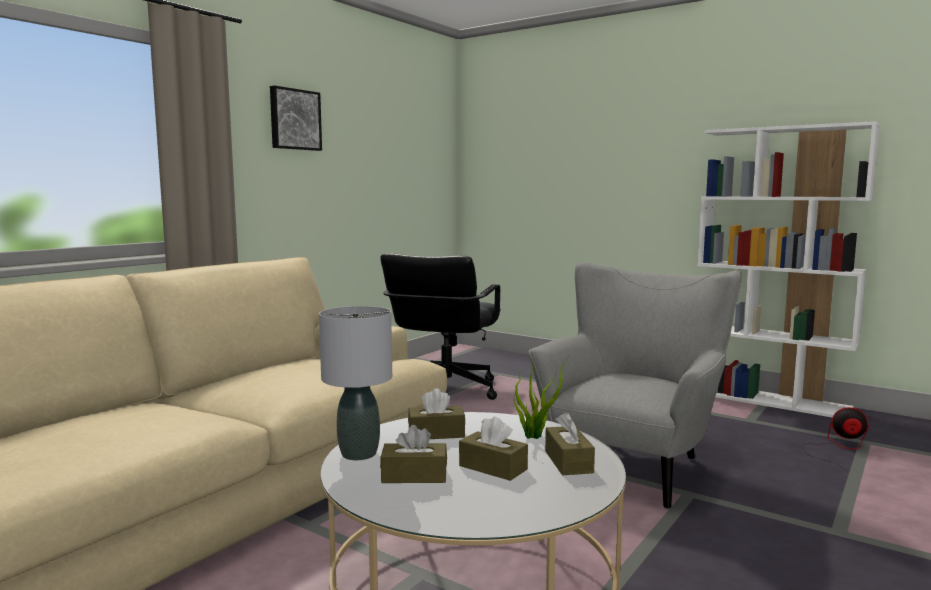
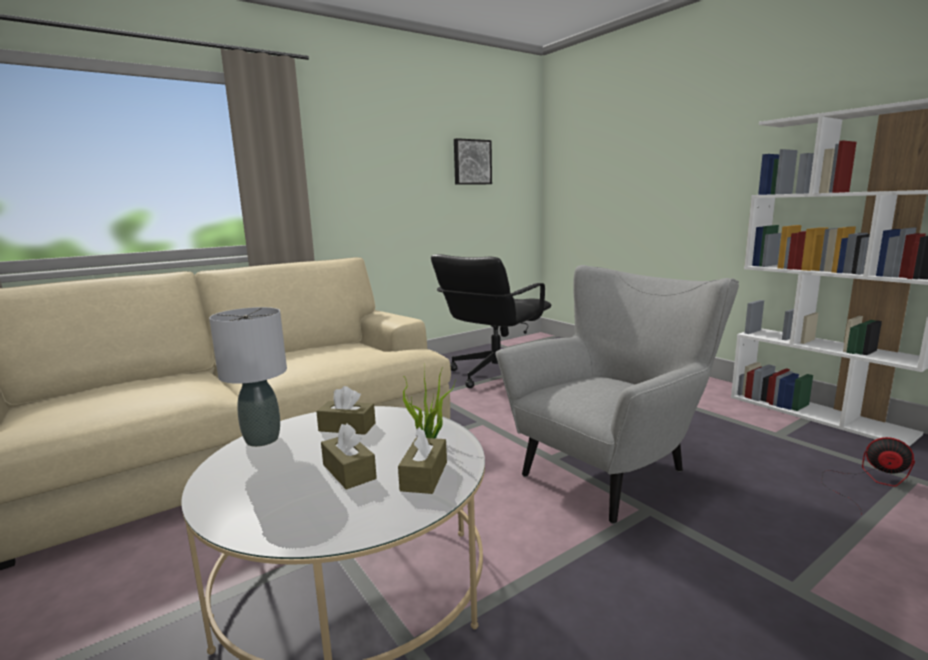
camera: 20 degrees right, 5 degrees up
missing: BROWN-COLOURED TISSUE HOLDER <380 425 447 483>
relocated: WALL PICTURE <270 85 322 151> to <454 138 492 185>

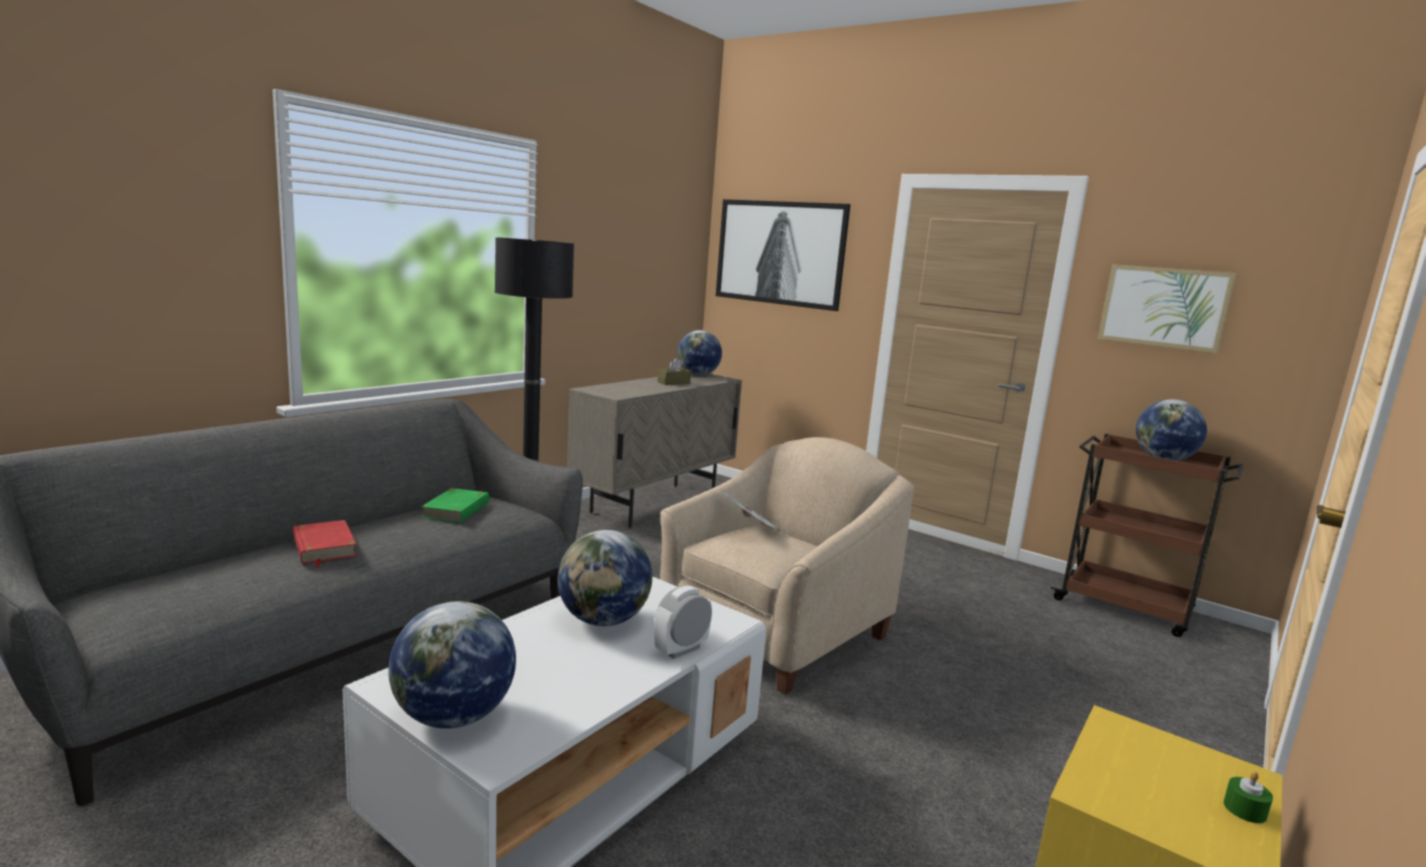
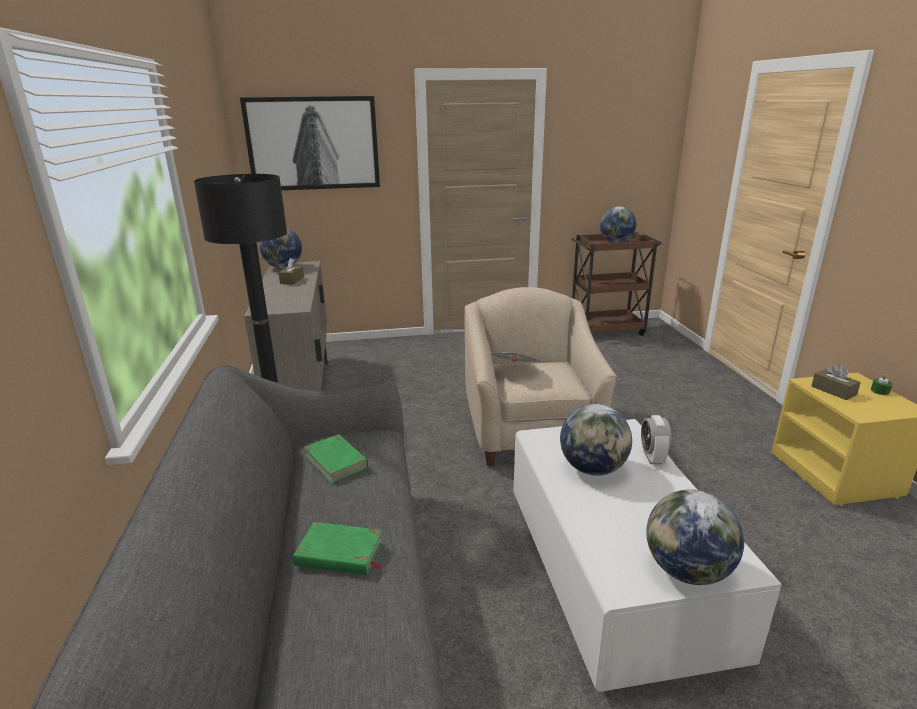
camera: 45 degrees left, 10 degrees up
missing: WALL PICTURE <1098 264 1236 353>
appeared: BROWN-COLOURED TISSUE HOLDER <811 364 861 400>
colour: RED VOLUME <293 520 357 568> to GREENISH VOLUME <293 522 386 575>

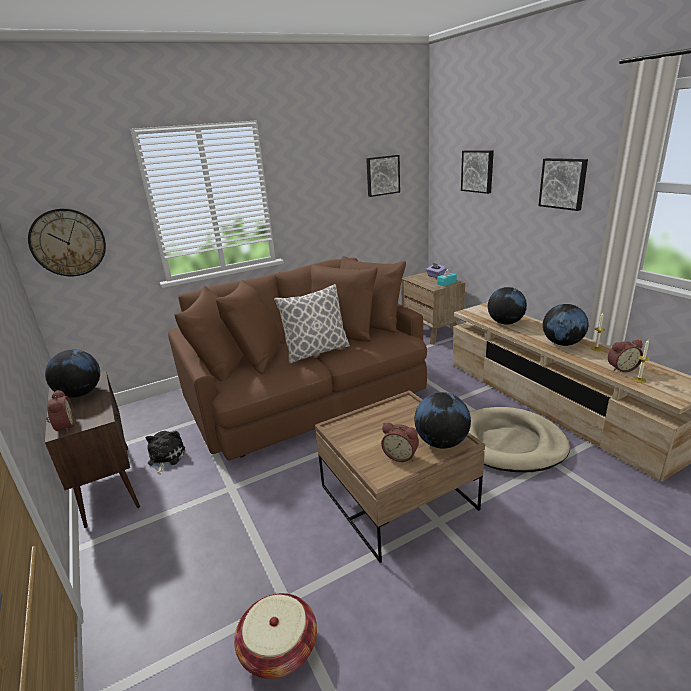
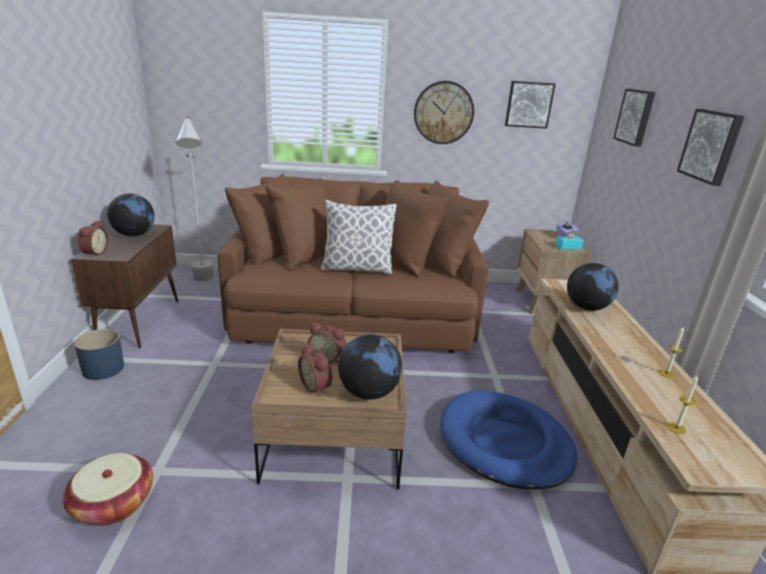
camera: 25 degrees right, 0 degrees up
missing: GLOBE <543 304 589 346>; SOFT TOY <146 431 185 475>
appeared: GREY STANDING LAMP <175 116 214 281>; BLUE PLANT POT <74 329 124 380>
relocated: CLOCK ON THE WALL <28 208 106 276> to <414 81 474 144>; BEDSIDE CLOCK <608 340 643 372> to <308 323 346 363>
colour: SAND-COLOURED DOG BED <469 407 570 472> to BLUE DOG BED <440 390 577 490>

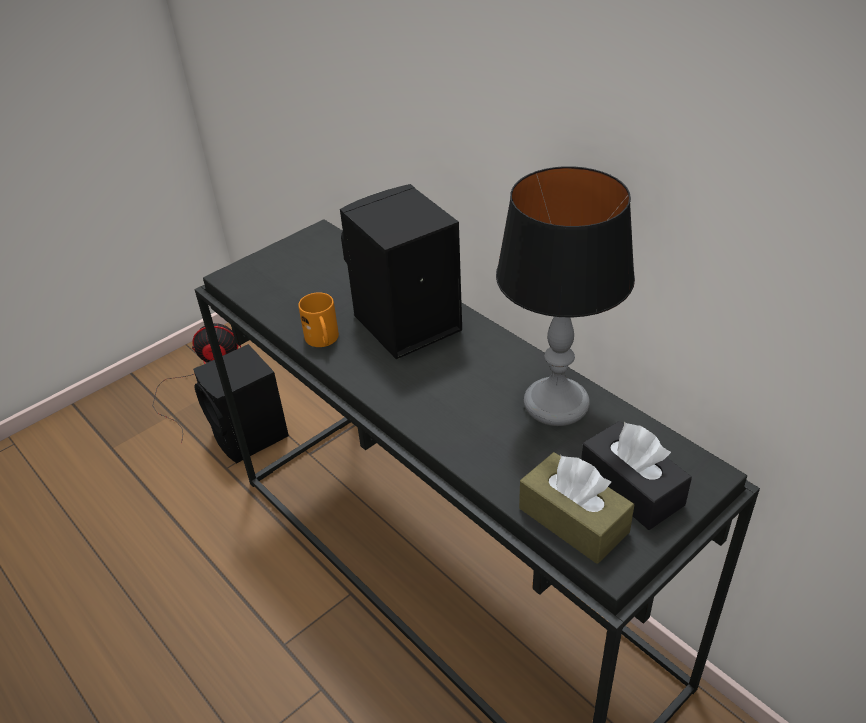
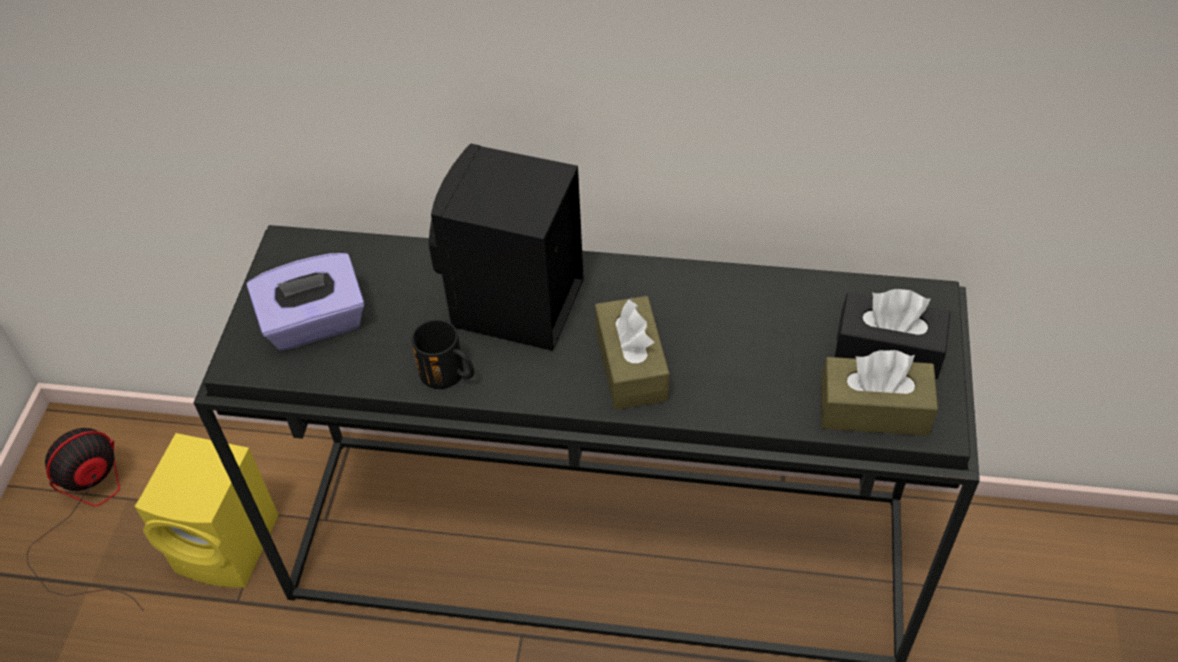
camera: 40 degrees left, 10 degrees up
missing: TABLE LAMP <496 166 635 426>
appeared: PURPLE-COLOURED TISSUE HOLDER <246 253 365 351>; BROWN-COLOURED TISSUE HOLDER <595 296 670 410>
colour: ORANGE COFFEE MUG <298 292 339 347> to BLACK COFFEE MUG <412 319 474 389>; BLACK SPEAKER <193 344 289 463> to YELLOW SPEAKER <135 433 279 588>

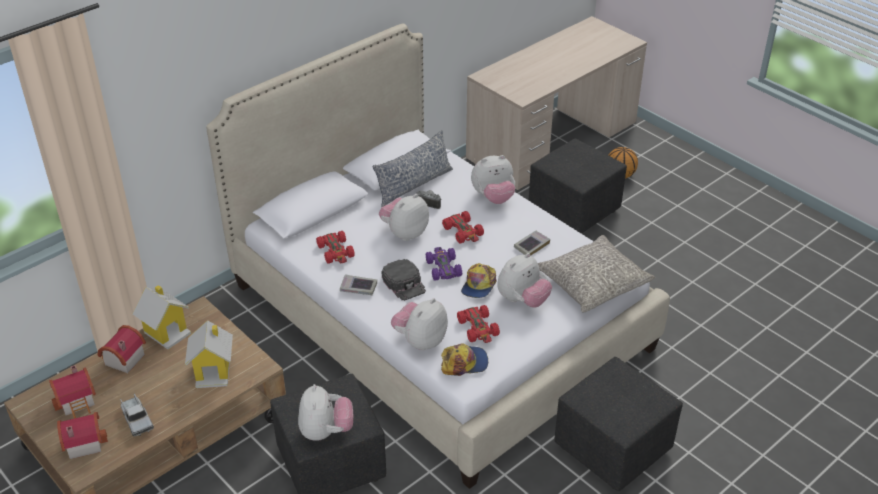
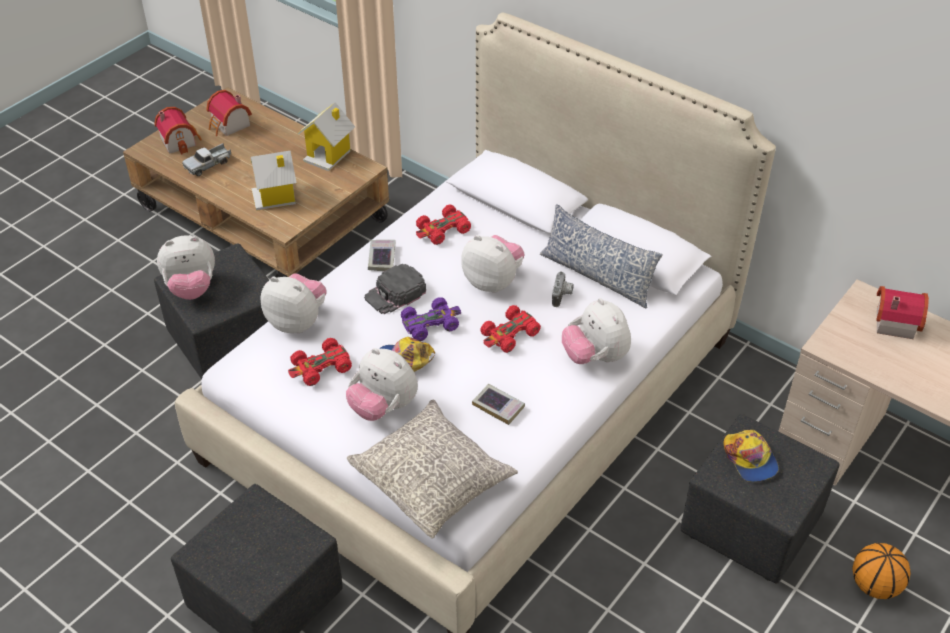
camera: 80 degrees right, 5 degrees up
relocated: TOY HOUSE <97 325 146 373> to <877 286 929 339>; BASEBALL CAP <441 344 488 376> to <723 430 779 482>

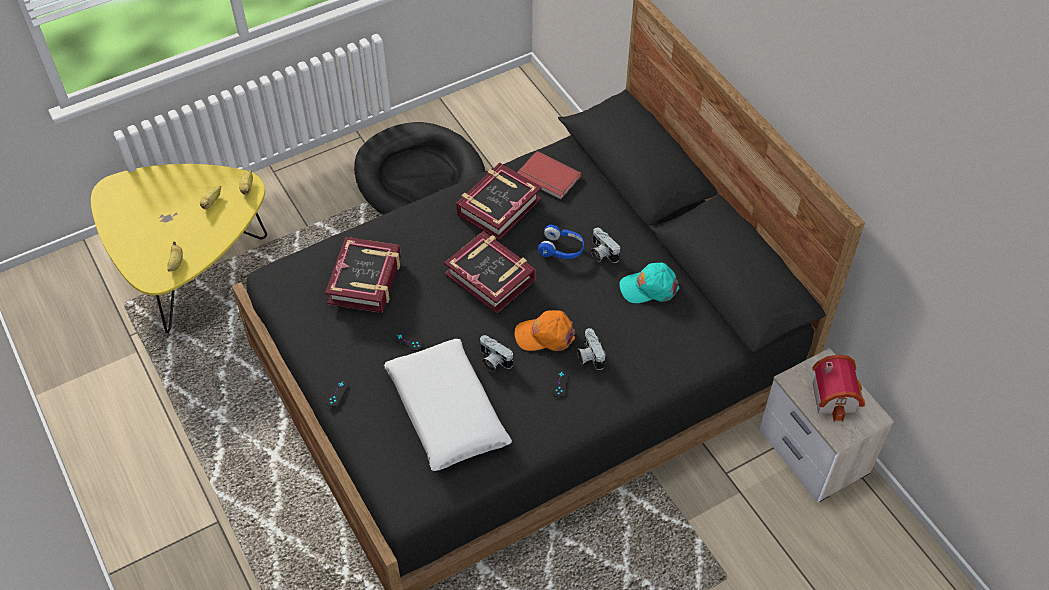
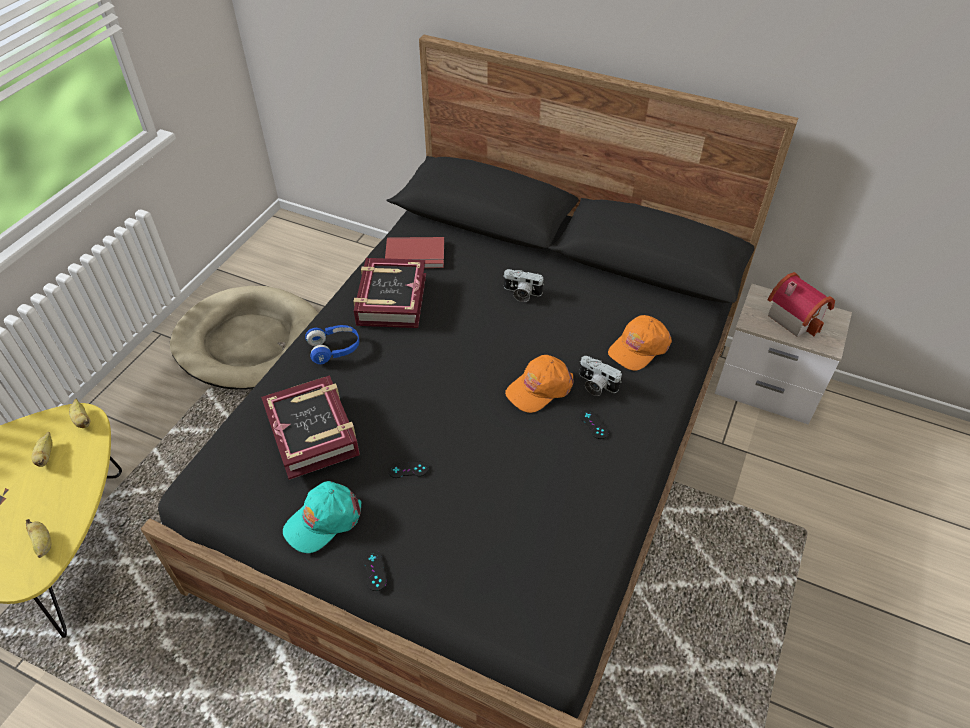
camera: 35 degrees left, 5 degrees down
missing: VOLUME <444 231 535 314>; STILL CAMERA <480 335 513 372>; WHITE-COLOURED PILLOW <384 339 512 471>
appeared: ORANGE BASEBALL CAP <608 315 672 371>
relocated: BLUE HEADSET <538 225 584 259> to <305 325 359 364>; TURQUOISE BASEBALL CAP <619 263 679 303> to <283 481 361 553>
colour: BLACK DOG BED <354 122 486 215> to SAND-COLOURED DOG BED <170 286 318 390>

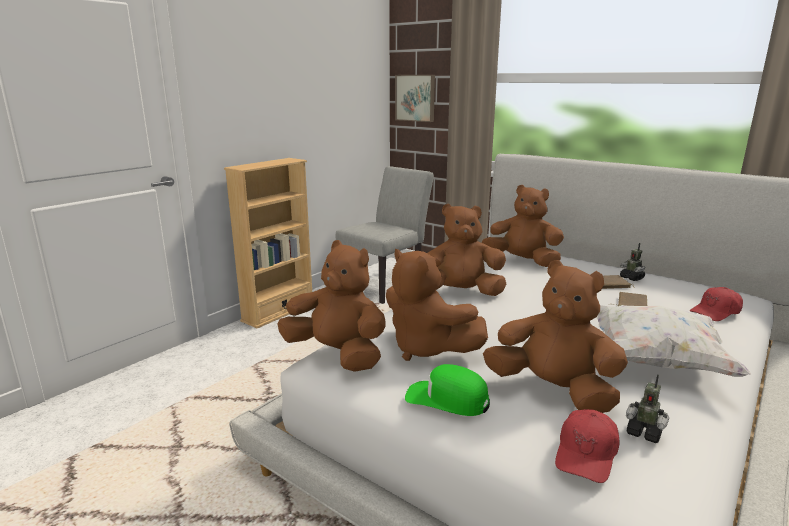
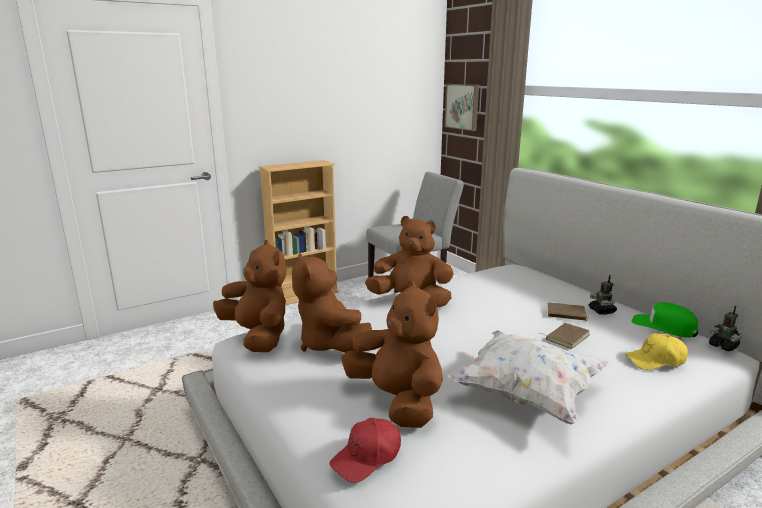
camera: 20 degrees right, 0 degrees up
missing: BROWN-COLOURED SOFT TOY <481 185 564 267>
relocated: GREENISH BASEBALL CAP <405 364 490 416> to <632 302 698 338>; TOY ROBOT <626 374 669 443> to <709 306 742 351>
colour: RED BASEBALL CAP <690 287 743 321> to YELLOW BASEBALL CAP <625 333 688 370>

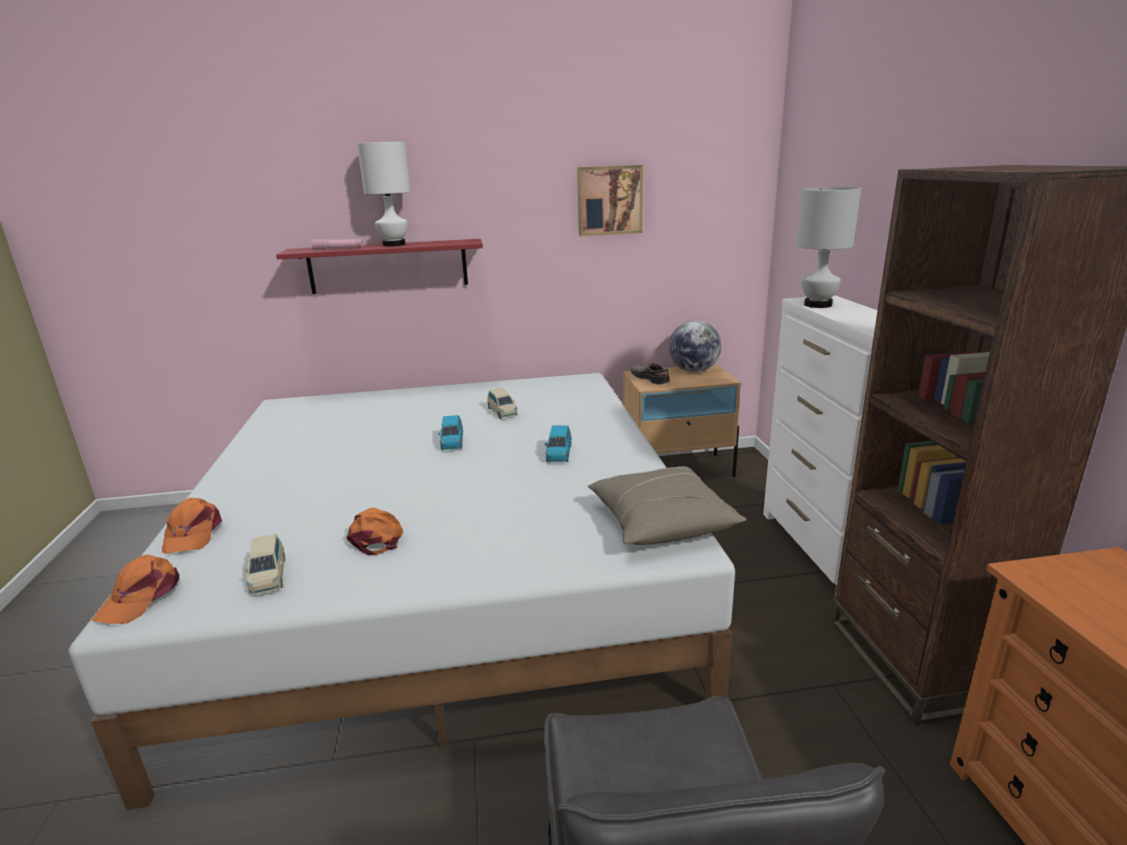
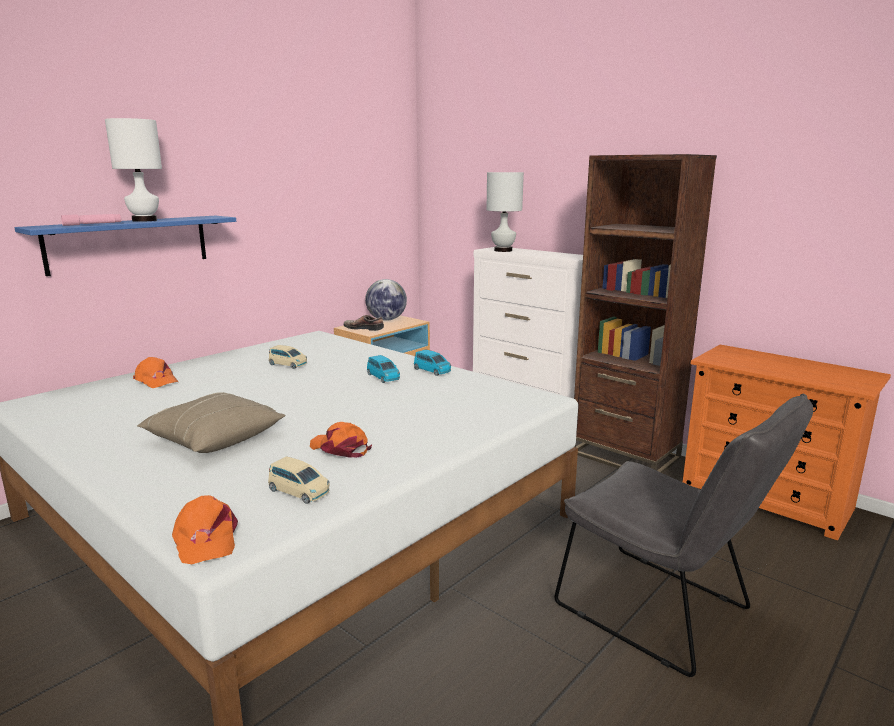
camera: 40 degrees left, 5 degrees down
missing: WALL PICTURE <577 165 643 236>
relocated: BLUE TOY CAR <438 415 463 450> to <414 350 451 376>; SAND-COLOURED PILLOW <588 466 747 545> to <137 392 285 453>; ORANGE BASEBALL CAP <162 498 222 554> to <133 357 178 388>
colour: RED WALL SHELF <276 239 483 294> to BLUE WALL SHELF <15 216 236 276>

